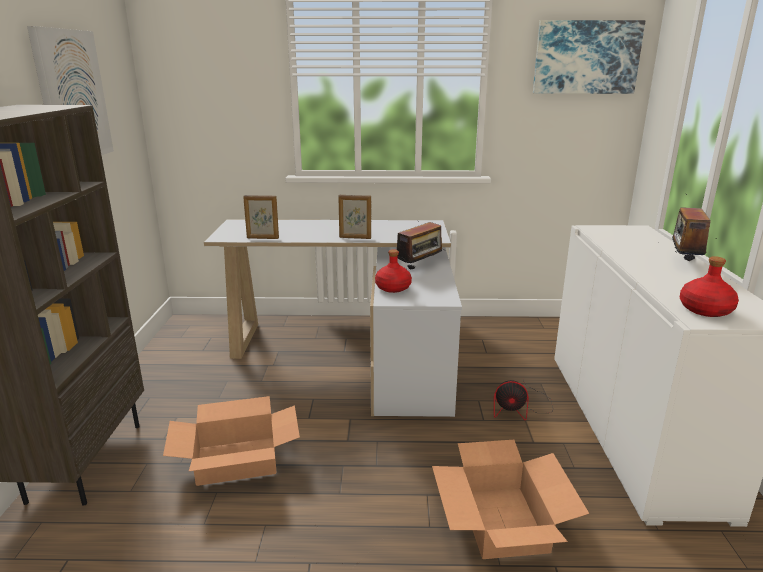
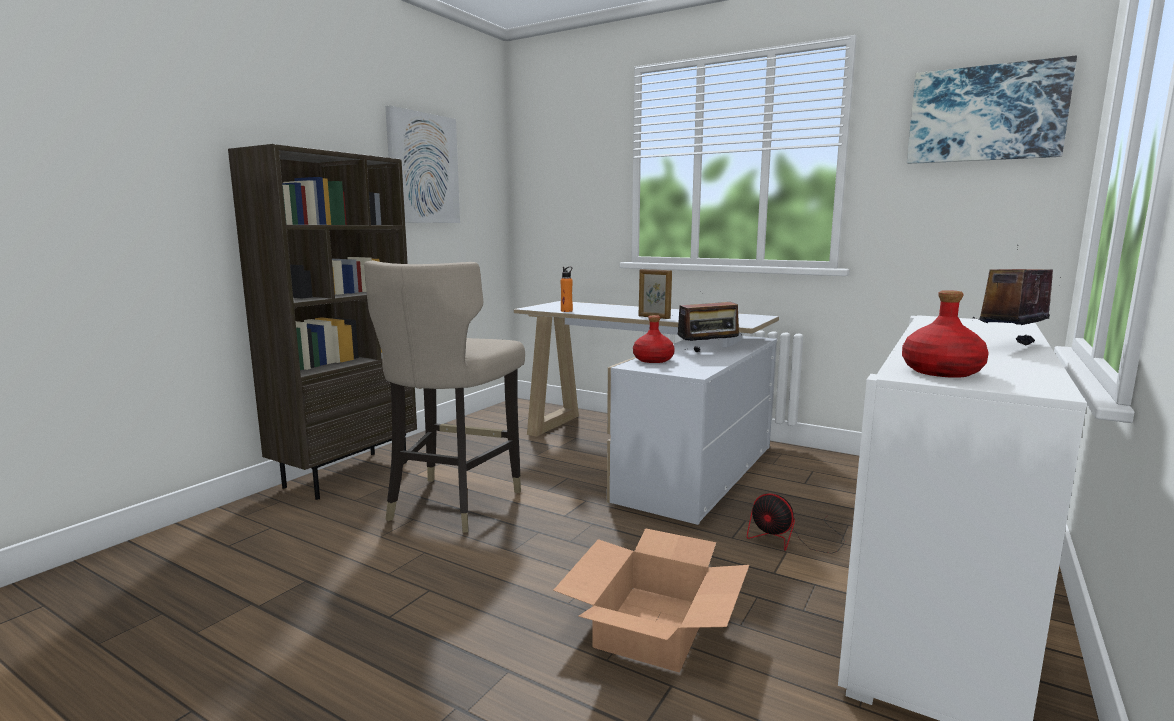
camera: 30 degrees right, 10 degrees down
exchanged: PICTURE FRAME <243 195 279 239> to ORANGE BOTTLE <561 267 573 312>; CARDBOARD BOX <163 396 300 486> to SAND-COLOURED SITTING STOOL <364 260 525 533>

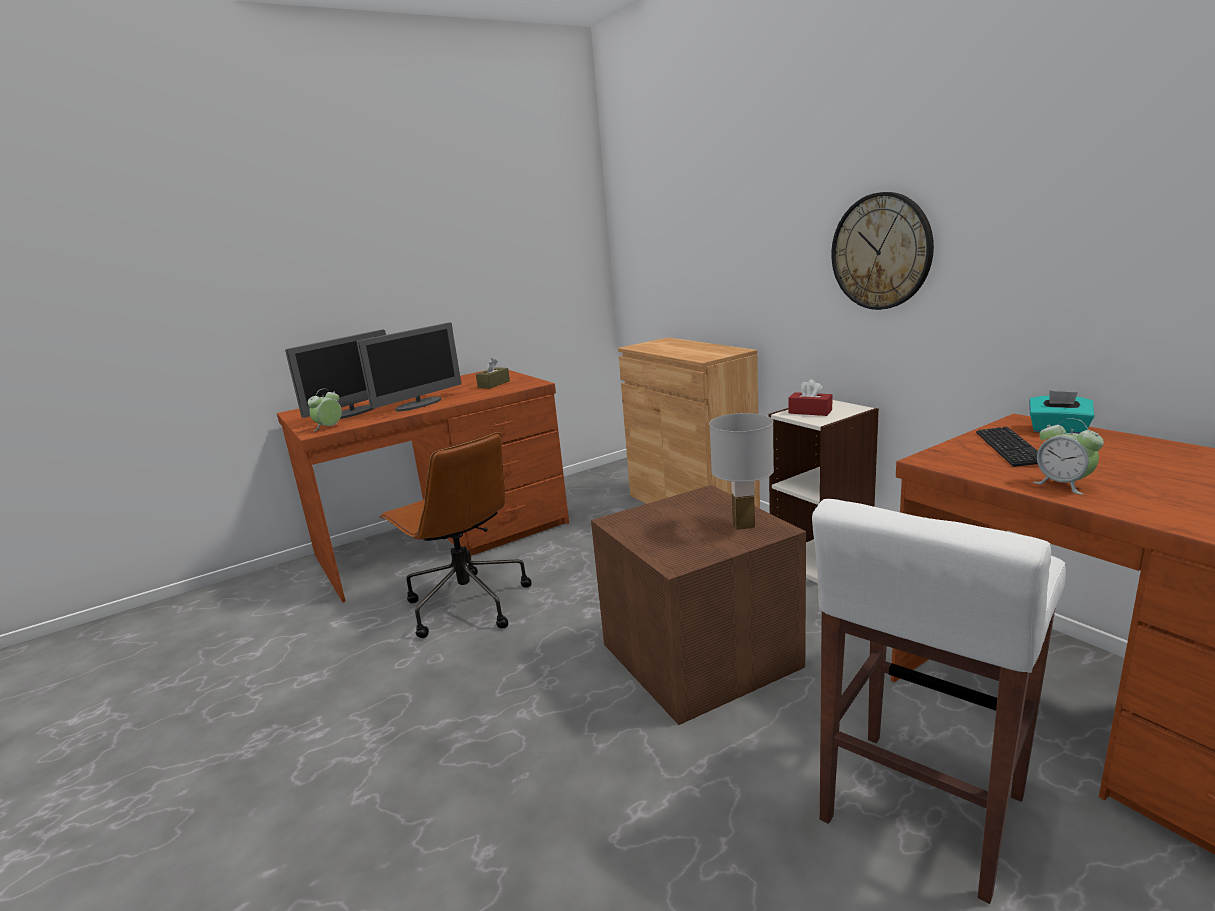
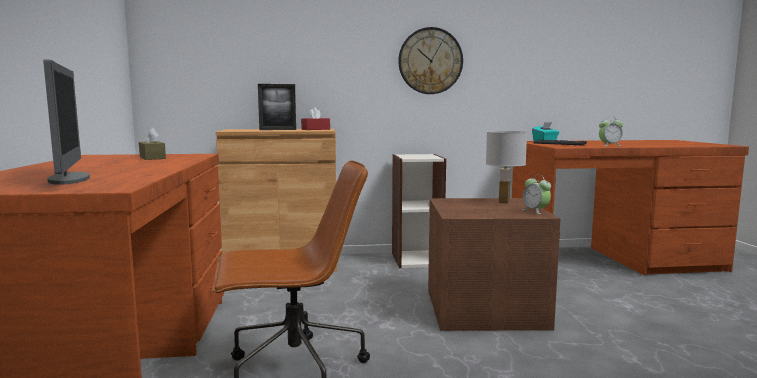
camera: 65 degrees left, 10 degrees down
missing: COMPUTER DISPLAY <357 323 461 412>; WHITE-COLOURED SITTING STOOL <812 499 1066 904>
appeared: PICTURE FRAME <258 84 296 130>
relocated: RED TISSUE HOLDER <788 379 832 416> to <301 108 330 130>; BEDSIDE CLOCK <308 389 342 431> to <523 175 551 214>

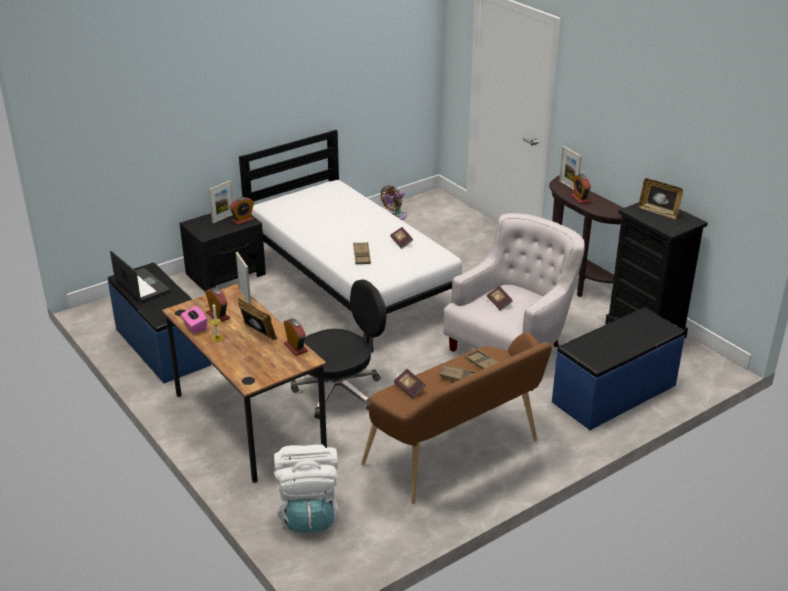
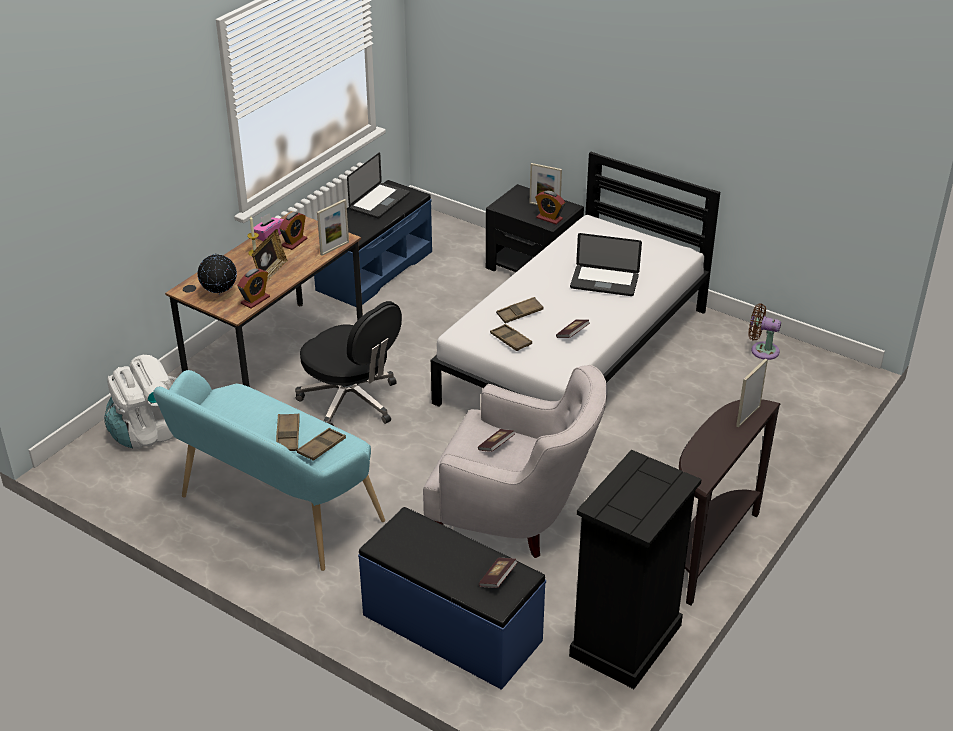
camera: 70 degrees right, 5 degrees up
missing: BEDSIDE CLOCK <571 174 591 204>; PICTURE FRAME <638 178 683 220>
appeared: NOTEBOOK COMPUTER <570 233 642 296>; GLOBE <197 253 237 295>; BROWN-COLOURED TRAY <490 324 532 351>
relocated: VOLUME <394 369 426 399> to <479 558 518 588>
colour: BROWN-COLOURED INDOOR BENCH <361 332 552 504> to TURQUOISE INDOOR BENCH <153 370 385 571>

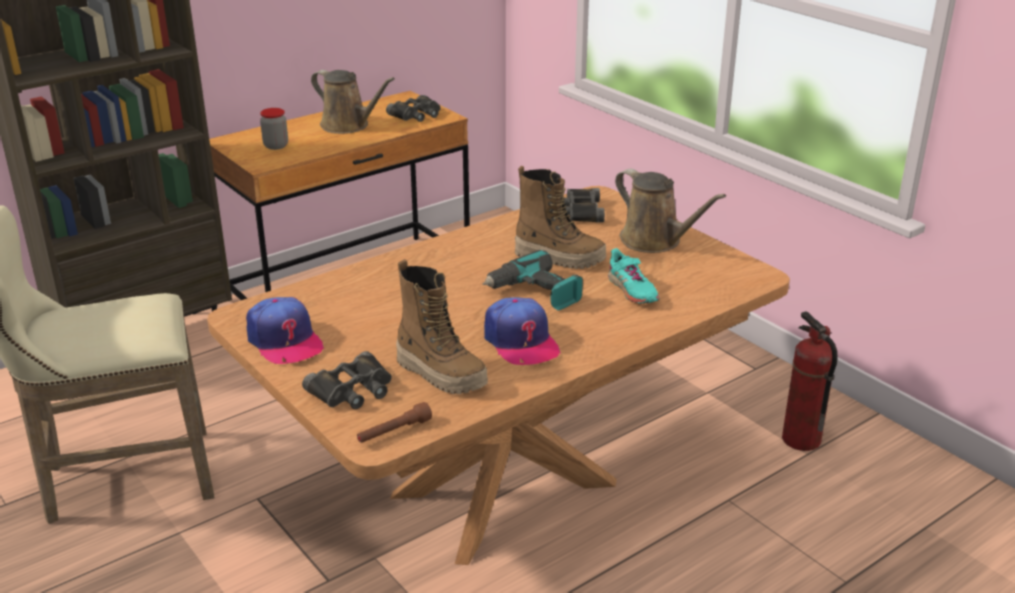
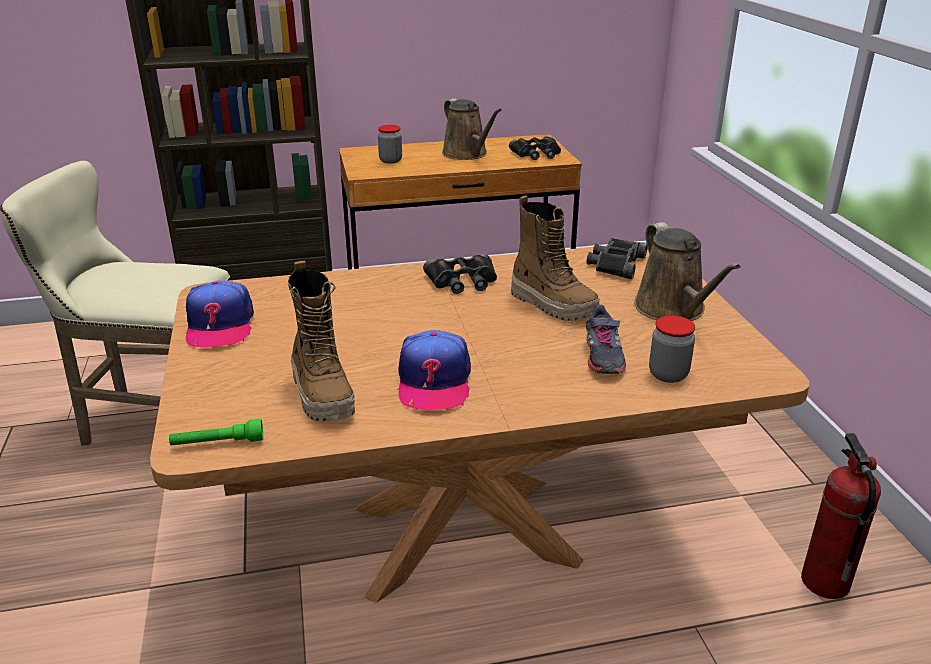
camera: 25 degrees right, 0 degrees up
missing: DRILL <482 250 583 310>
appeared: STORAGE JAR <649 316 695 383>
relocated: BLACK BINOCULARS <302 351 392 409> to <423 254 497 294>
colour: TURQUOISE ITEM OF FOOTWEAR <608 248 660 304> to GREY ITEM OF FOOTWEAR <586 305 626 374>; BROWN-COLOURED HAND TORCH <357 402 432 443> to GREENISH HAND TORCH <169 419 263 446>

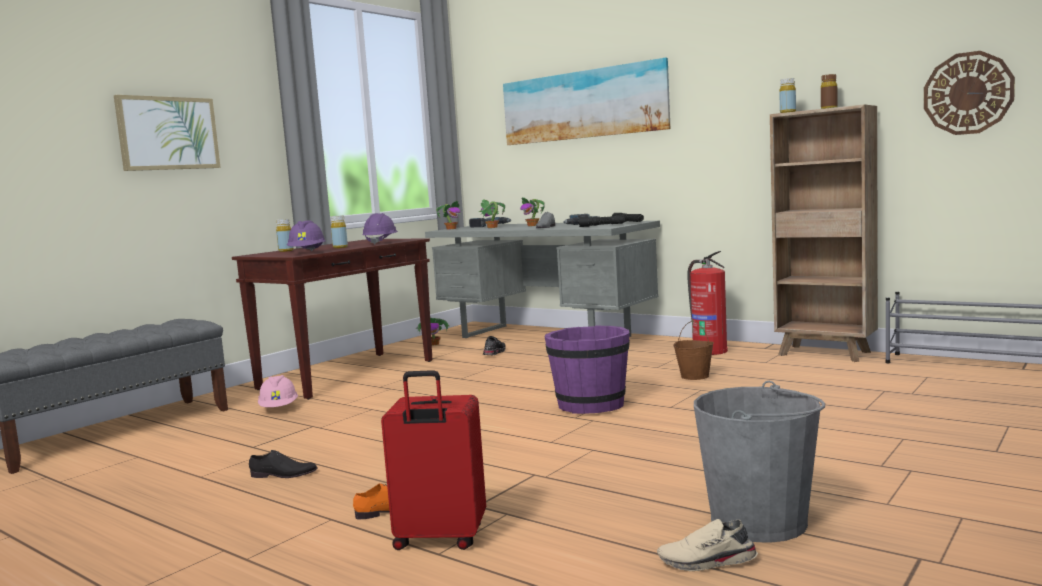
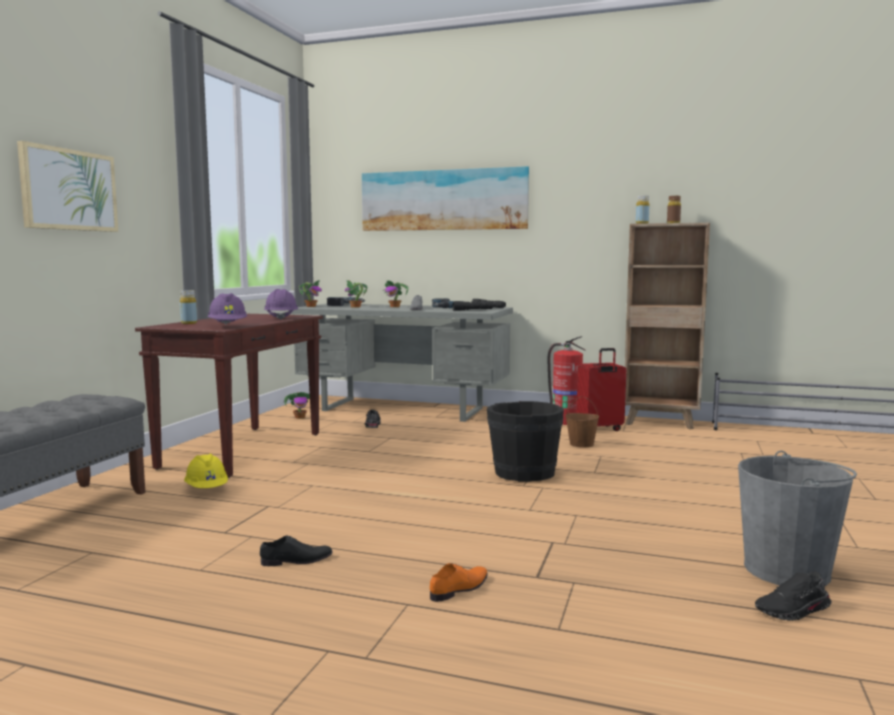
camera: 20 degrees left, 0 degrees up
missing: CLOCK ON THE WALL <924 51 1015 135>; YELLOW BOTTLE <331 215 348 248>
relocated: RED SUITCASE <381 370 486 550> to <577 348 626 431>
colour: PURPLE-COLOURED BUCKET <545 326 630 414> to BLACK BUCKET <487 401 564 482>; PINK WORK HELMET <258 375 298 407> to YELLOW WORK HELMET <184 454 228 488>; SAND-COLOURED ITEM OF FOOTWEAR <657 519 758 571> to BLACK ITEM OF FOOTWEAR <755 572 831 621>

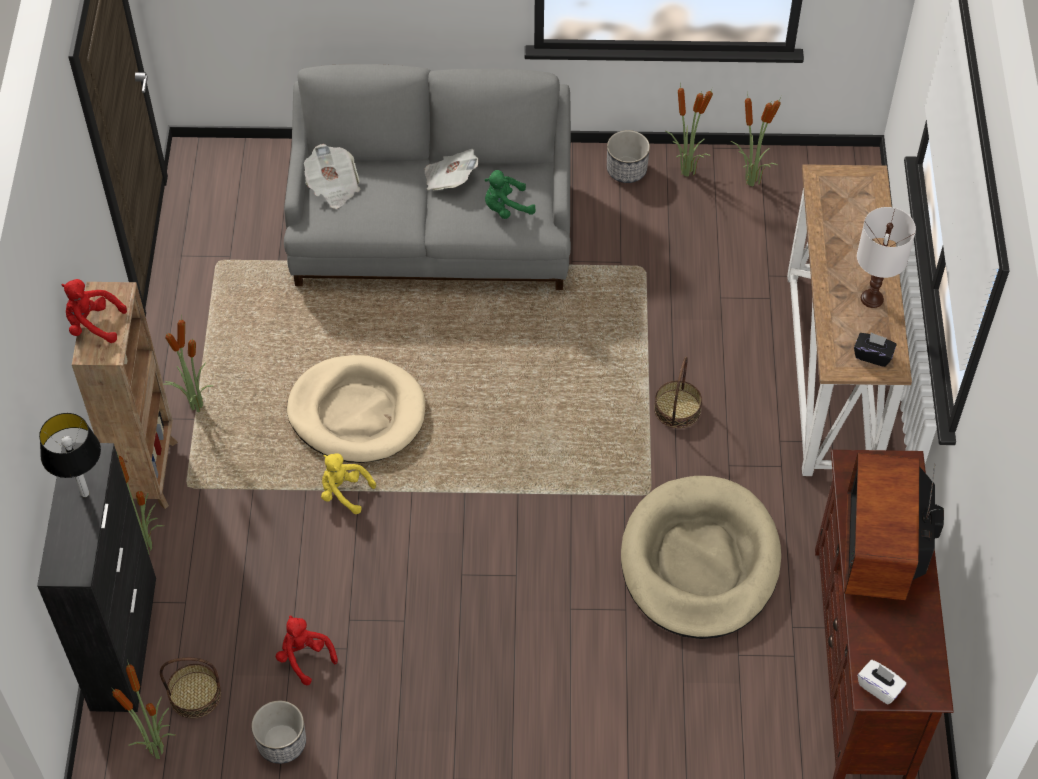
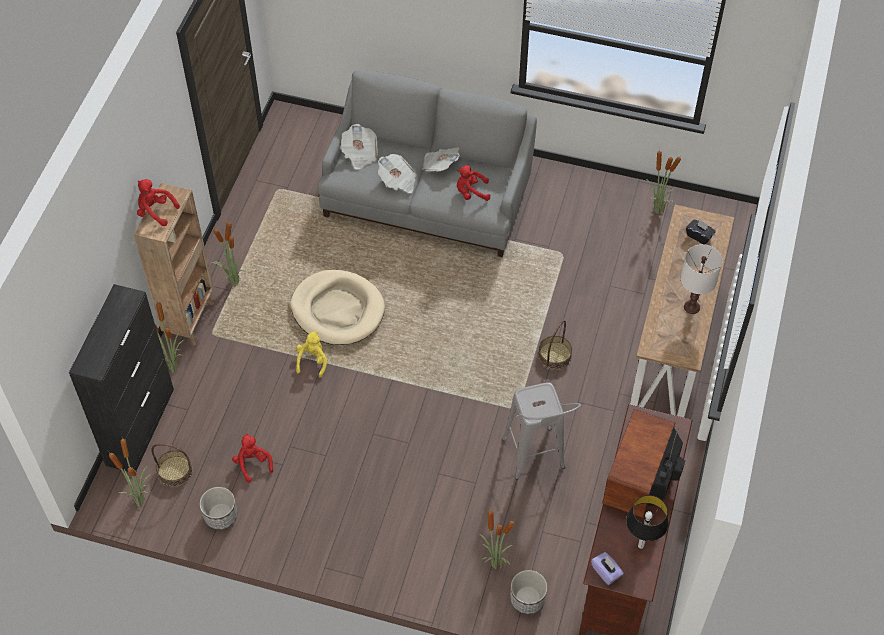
camera: 15 degrees right, 0 degrees up
appeared: NEWSPAPER <378 154 417 193>
relocated: POTTED PLANT <665 83 713 177> to <479 507 514 569>; PLANT POT <607 130 650 183> to <510 570 547 614>; BLACK TISSUE HOLDER <854 333 896 367> to <686 219 716 245>; TABLE LAMP <39 413 101 497> to <626 495 669 549>
exchanged: SAND-COLOURED DOG BED <621 476 781 639> to GREY SITTING STOOL <502 383 581 480>
colour: GREENISH SOFT TOY <485 170 536 219> to RED SOFT TOY <457 165 490 201>; WHITE-COLOURED TISSUE HOLDER <858 660 906 704> to PURPLE-COLOURED TISSUE HOLDER <591 552 624 585>
spun: YELLOW SOFT TOY <321 453 376 514> = <296 331 327 378> 60 degrees clockwise

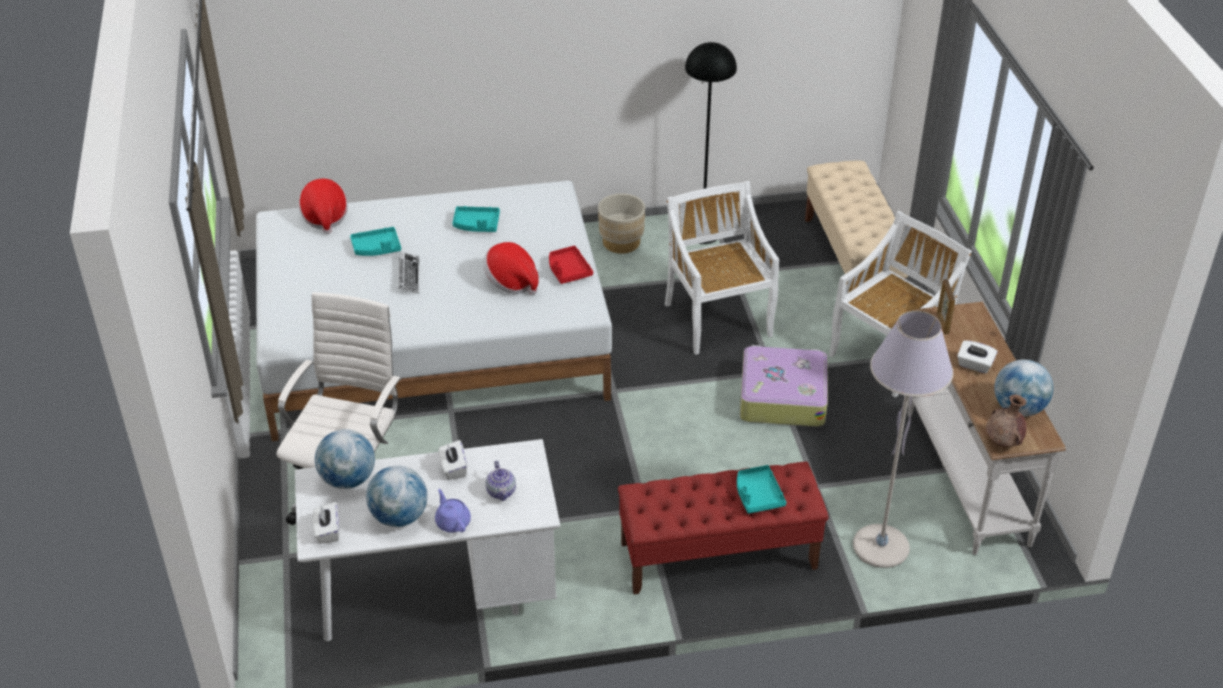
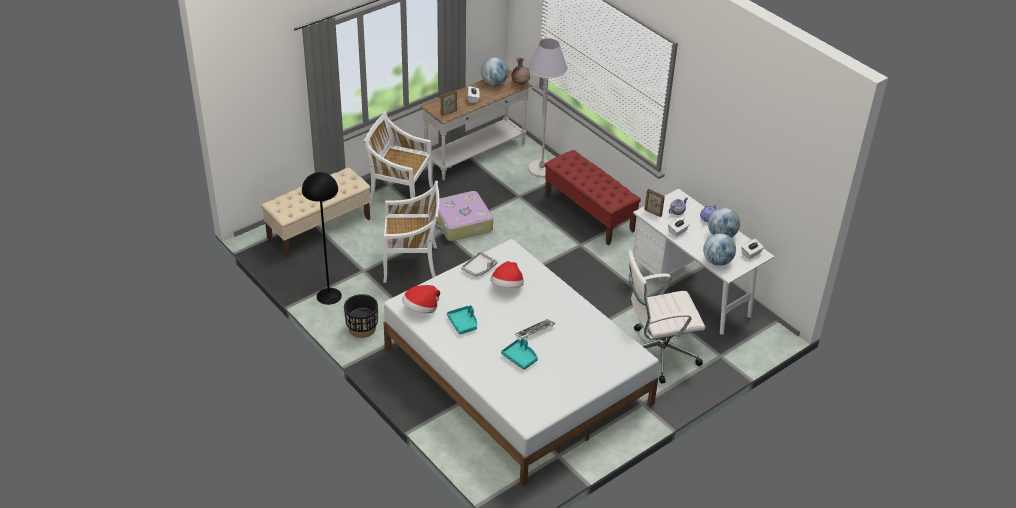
camera: 120 degrees left, 0 degrees up
missing: TURQUOISE TRAY <737 465 786 514>
appeared: PICTURE FRAME <644 189 665 217>
relocated: CLOTHING HAT <299 179 348 234> to <402 285 440 314>
colour: SAND-COLOURED PLANT POT <598 193 645 254> to BLACK PLANT POT <344 294 378 338>; RED TRAY <549 245 593 284> to GREY TRAY <461 252 497 277>
spun: WHITE-COLOURED UPRIGHT CHAIR <665 181 779 355> = <383 181 439 283> 135 degrees counterclockwise

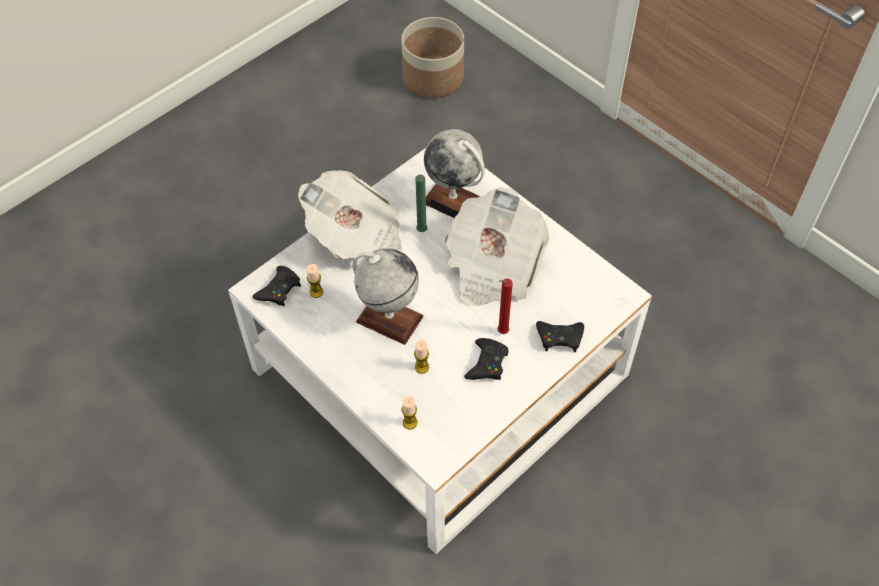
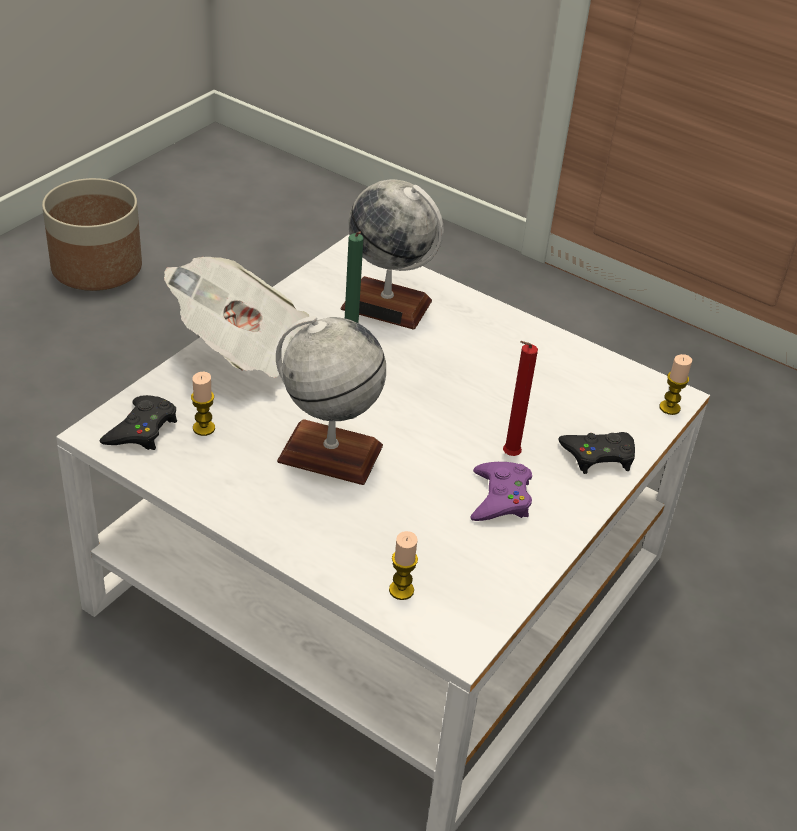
camera: 15 degrees left, 15 degrees down
missing: NEWSPAPER <445 187 549 306>
relocated: PLANT POT <401 17 464 98> to <42 178 142 291>; WAX LIGHT <414 340 429 374> to <659 354 692 415>
colour: BLACK GAMEPAD <464 338 508 380> to PURPLE-COLOURED GAMEPAD <470 462 532 521>

